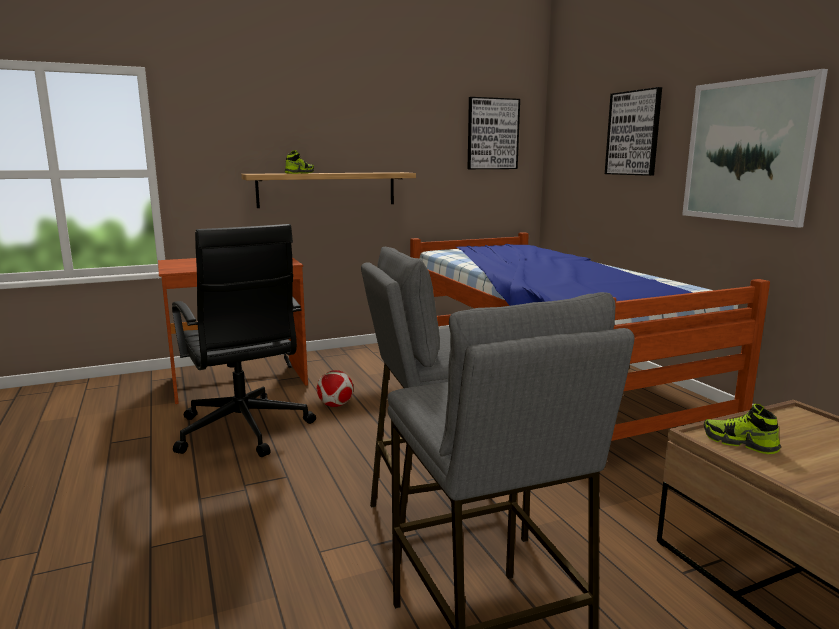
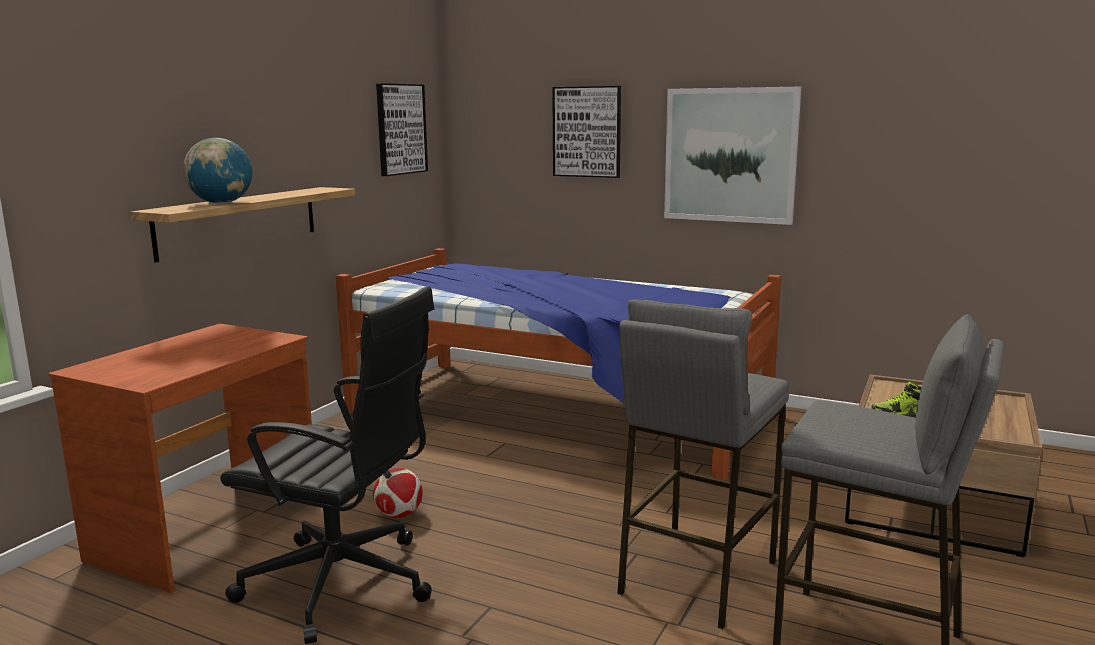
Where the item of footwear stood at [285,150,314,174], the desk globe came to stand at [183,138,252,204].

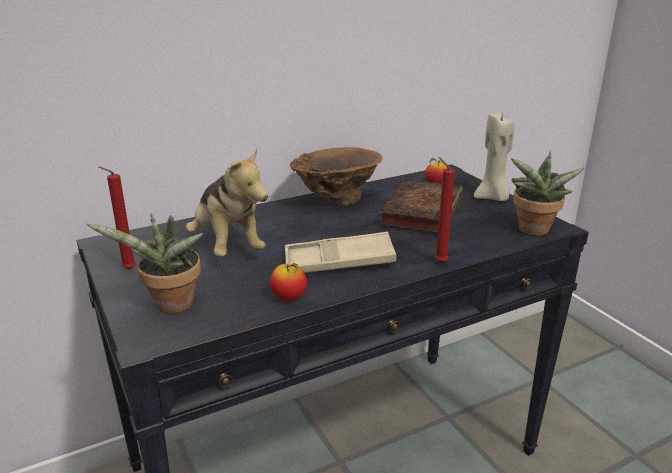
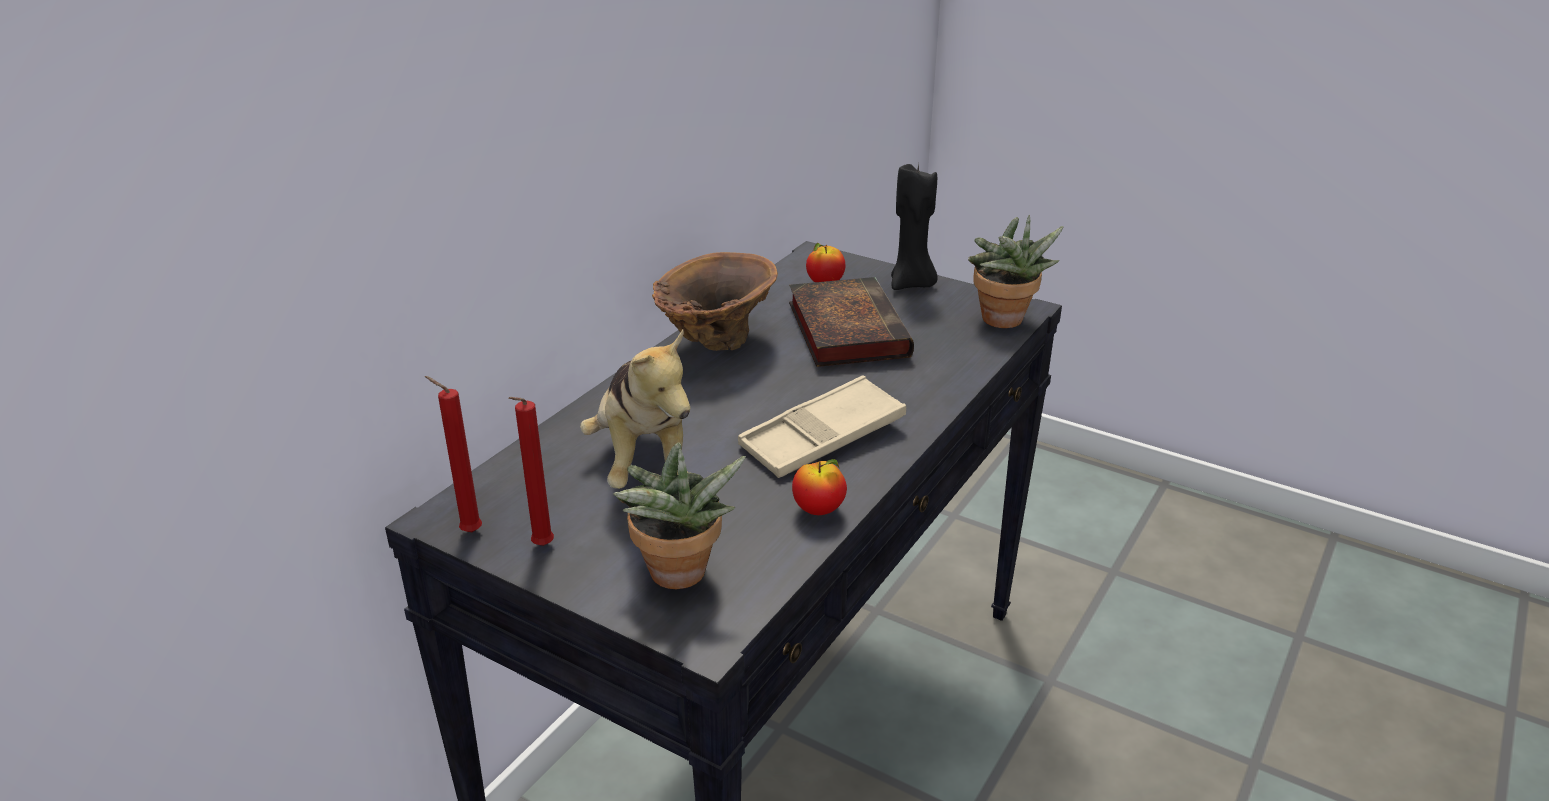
The wax candle in reddish ended up elsewhere, having gone from [435,157,455,263] to [425,376,482,532].
The plush toy at [186,148,268,256] ended up facing another way, 45 degrees clockwise from before.
What was the wax candle in beige at [474,113,514,201] turned into the wax candle in black-coloured at [891,163,938,290].

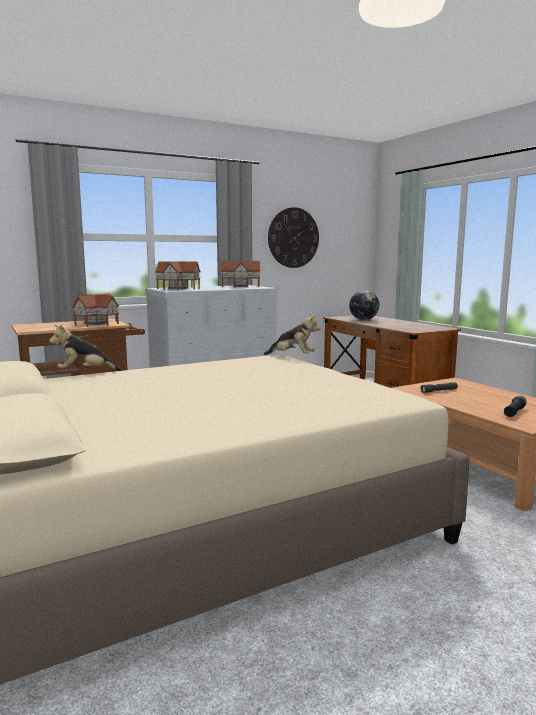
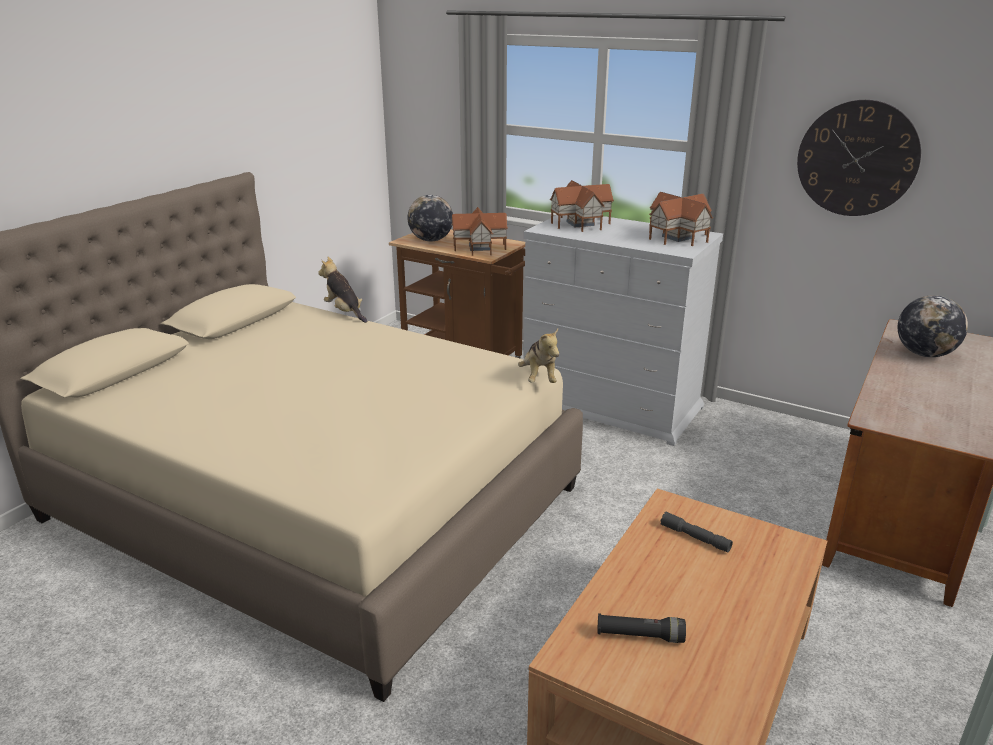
The second view gained the desk globe at [408,195,453,242].

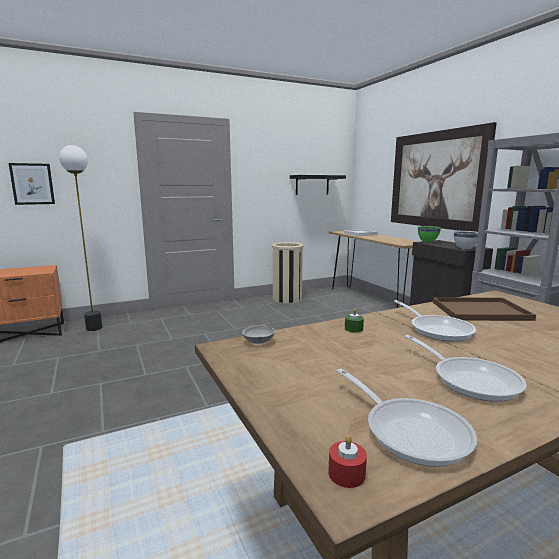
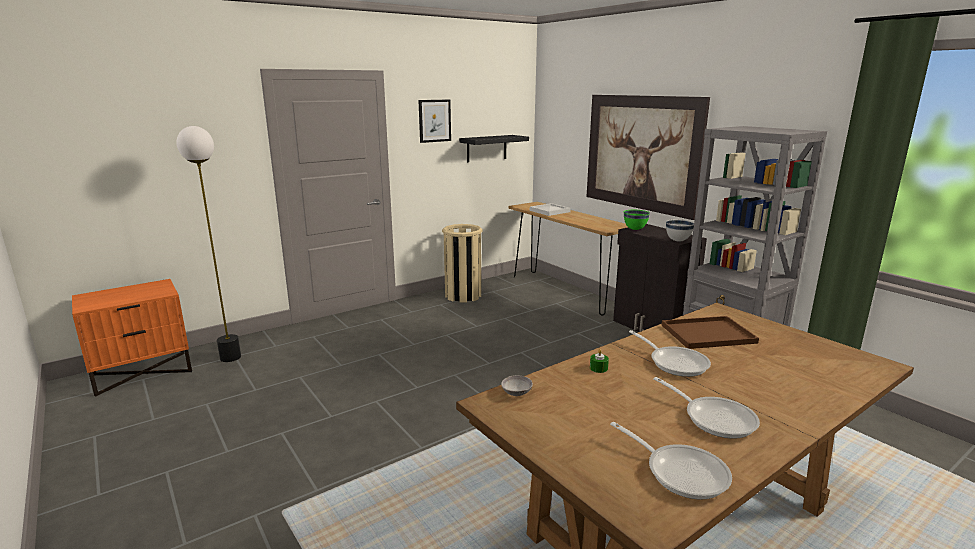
The picture ended up elsewhere, having gone from [9,163,55,205] to [418,99,451,143].
The second view lost the wax candle in reddish at [328,435,367,488].

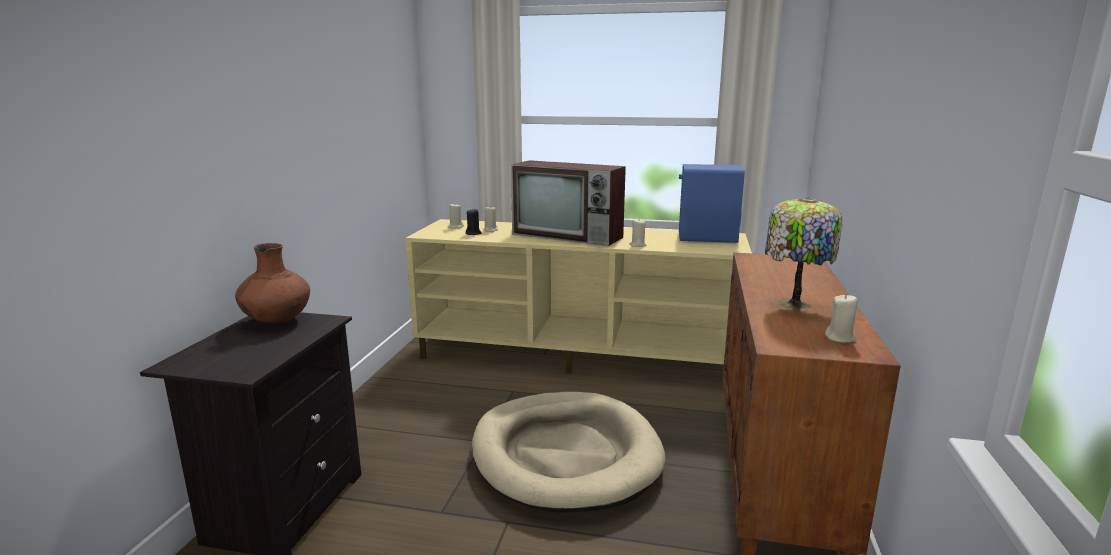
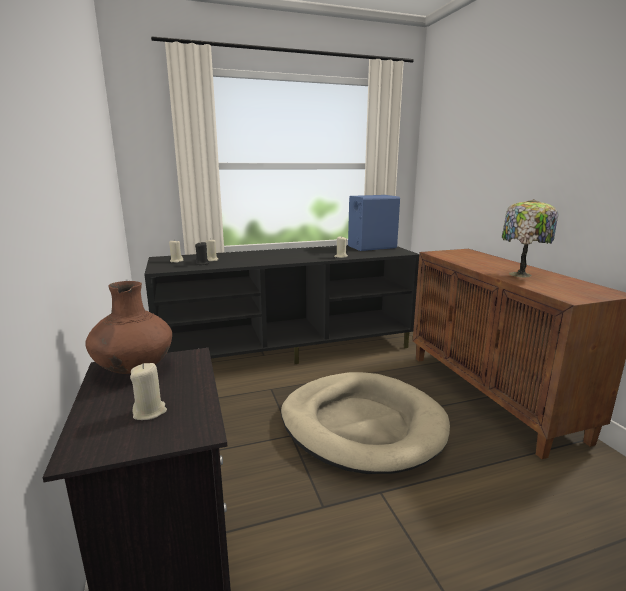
The wax candle in beige ended up elsewhere, having gone from [825,294,857,343] to [130,363,167,420].
What was the tv unit in beige at [405,219,752,373] turned into the tv unit in black-coloured at [144,245,419,364].
The second view lost the TV set at [511,160,626,246].

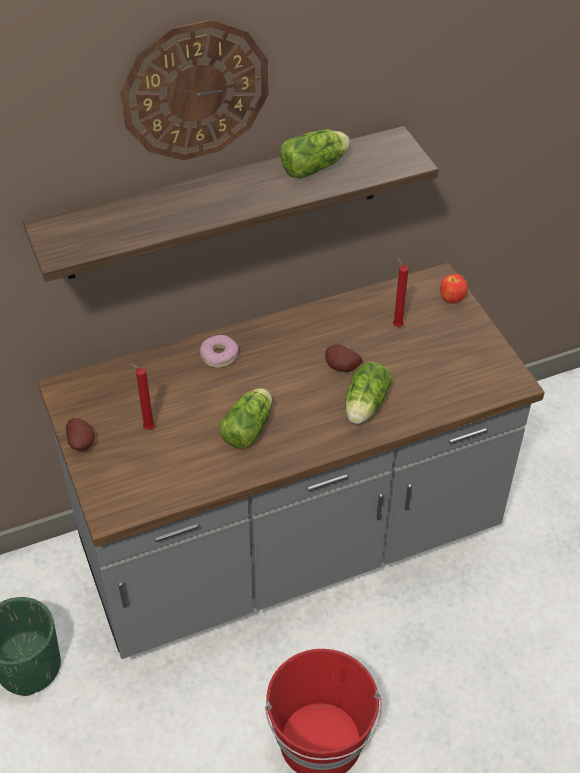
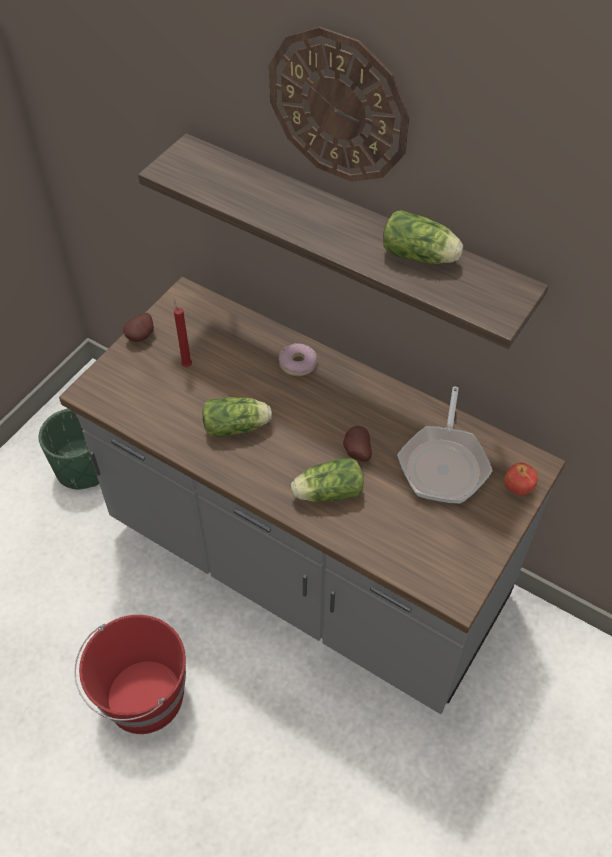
Where the wax candle in reddish stood at [393,257,408,327], the pan came to stand at [397,387,493,504].

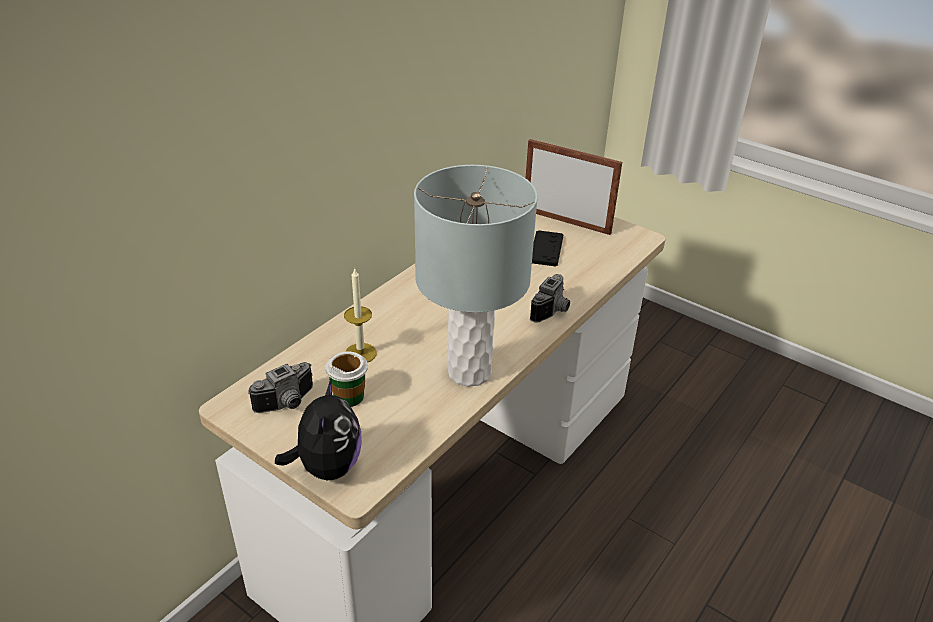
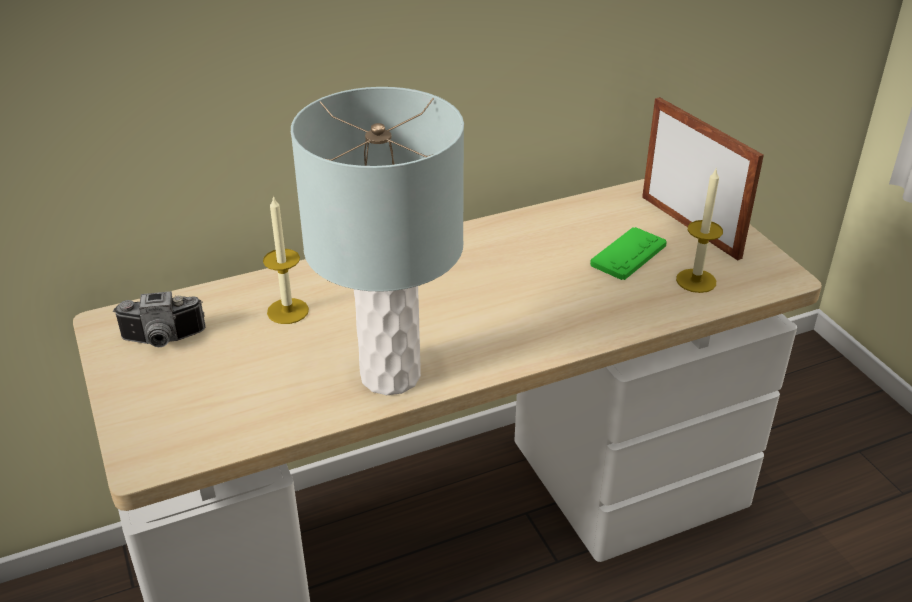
What was the gamepad in black-coloured at [532,230,564,266] turned into the gamepad in green at [590,227,667,280].
The second view gained the wax candle at [676,167,723,293].
The second view lost the plush toy at [275,378,362,481].
The second view lost the small cup at [325,351,368,407].
The second view lost the still camera at [530,274,570,323].

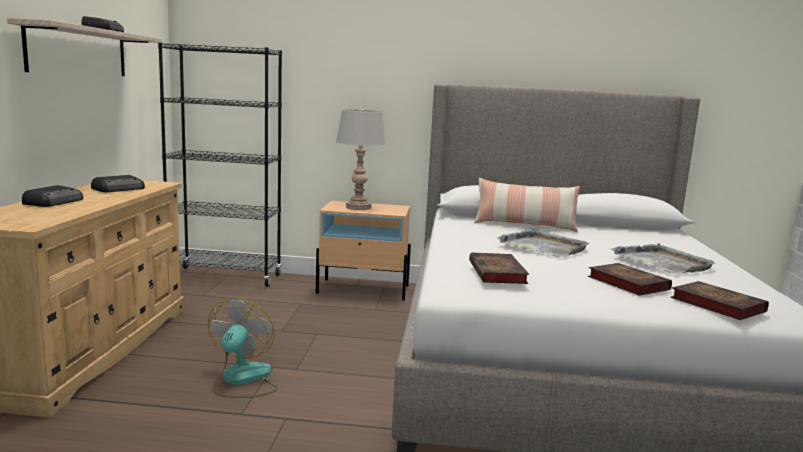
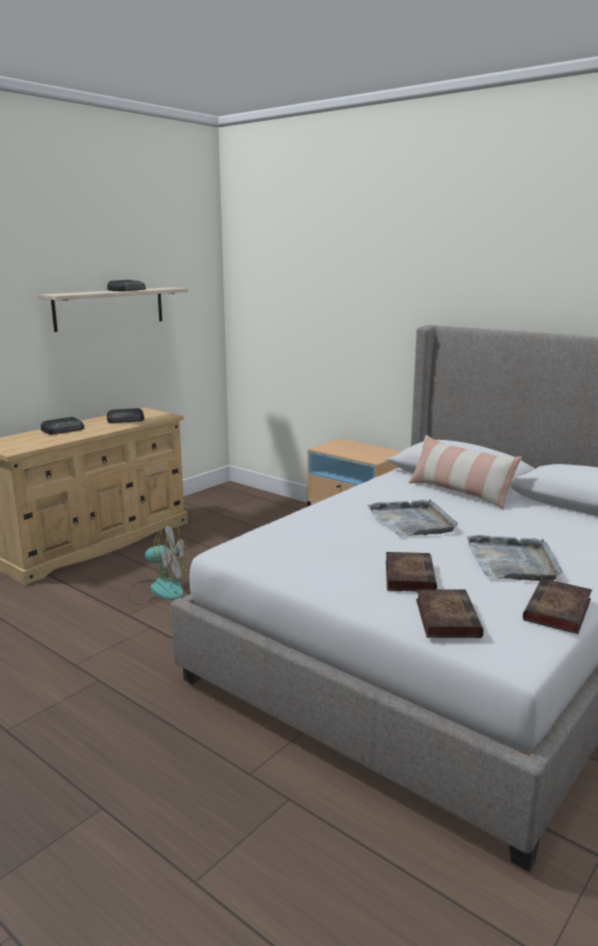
The cooling fan at [208,298,278,398] ended up facing another way, 60 degrees clockwise from before.
The bound book ended up elsewhere, having gone from [469,252,529,284] to [523,578,592,634].
The second view lost the shelving unit in black-coloured at [158,43,282,287].
The second view lost the table lamp in gray at [336,109,386,210].

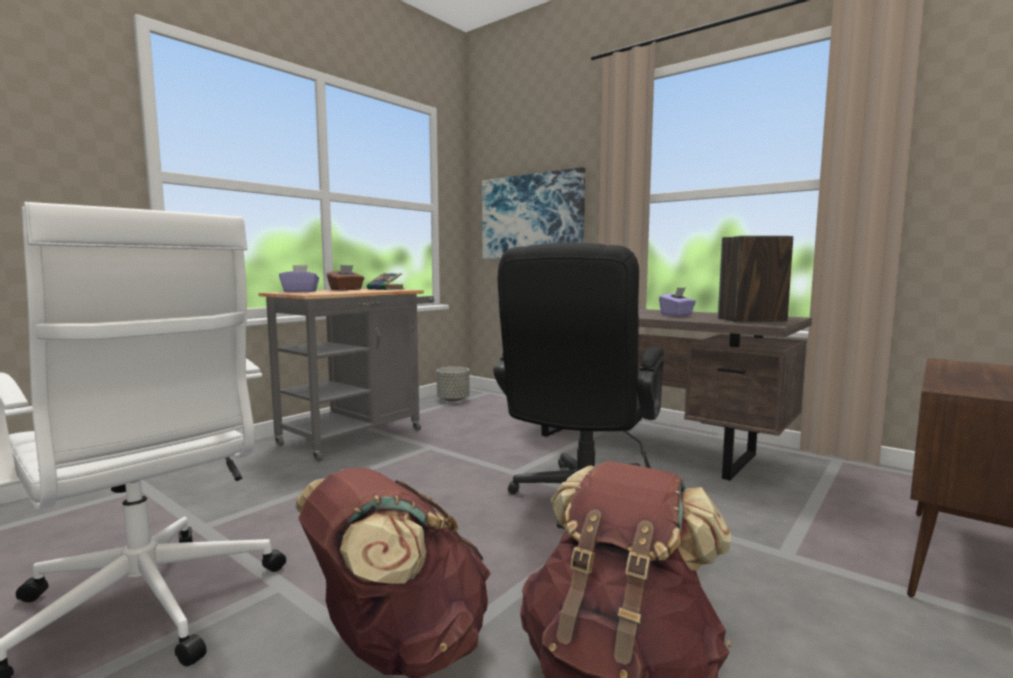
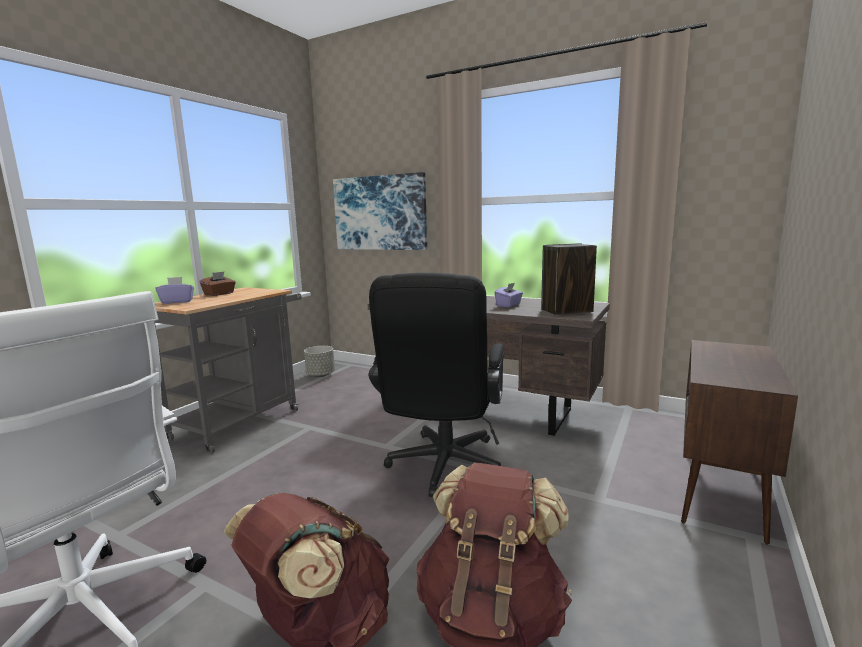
The second view lost the bound book at [367,273,405,290].

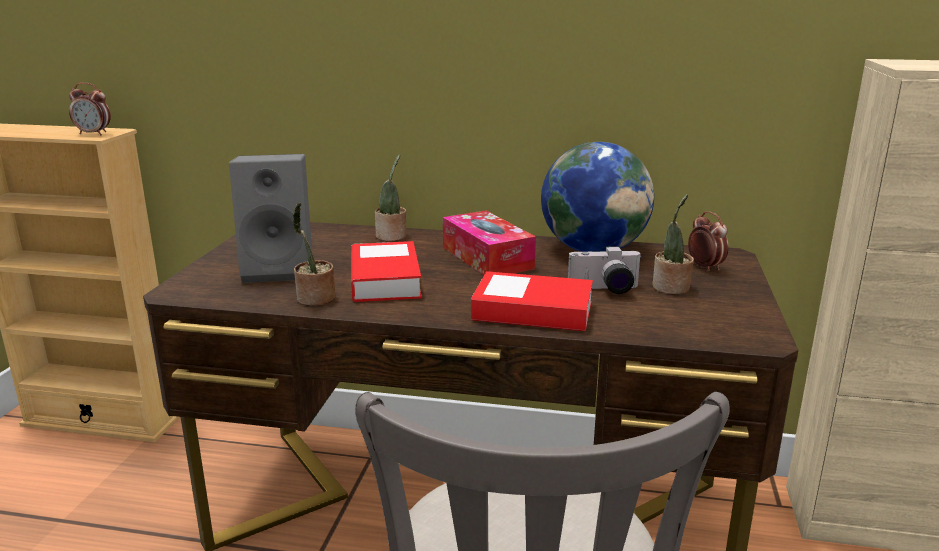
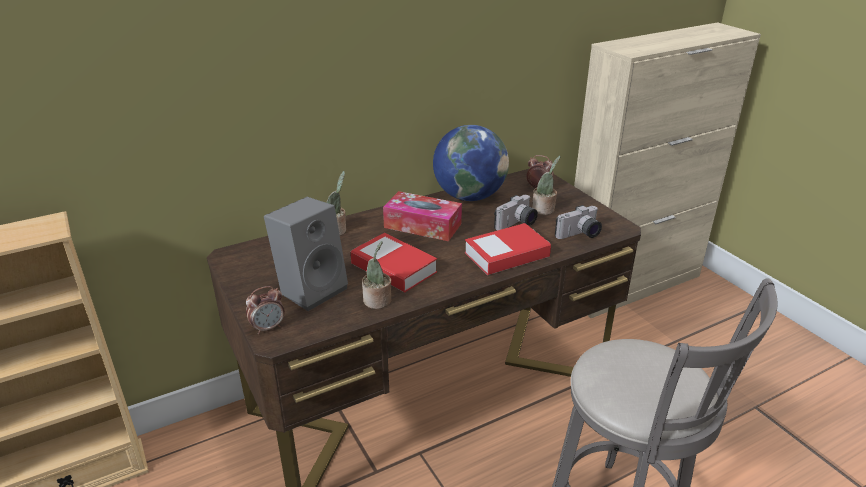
The table clock ended up elsewhere, having gone from [69,83,111,135] to [246,286,285,334].
The second view gained the still camera at [555,205,602,239].

